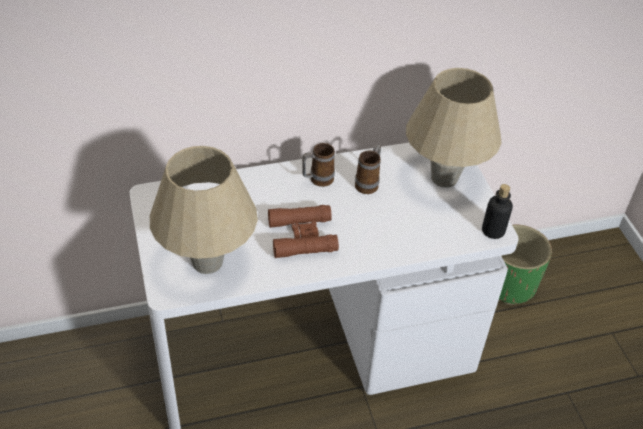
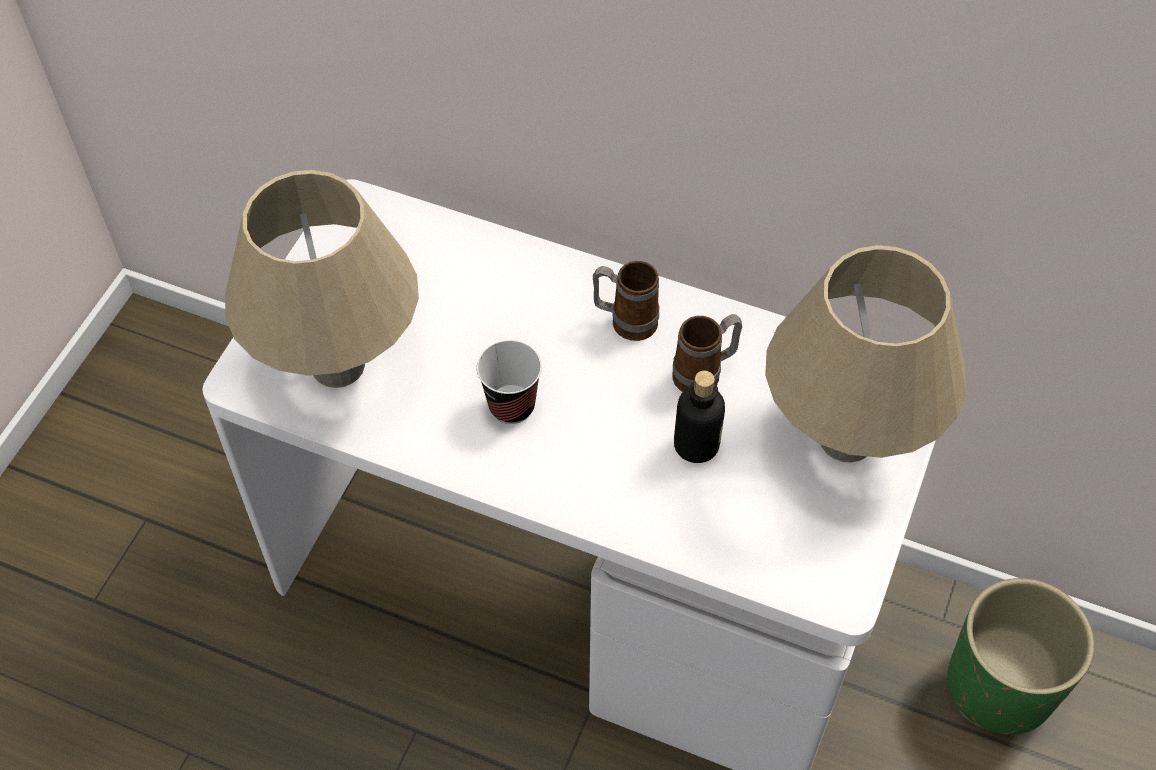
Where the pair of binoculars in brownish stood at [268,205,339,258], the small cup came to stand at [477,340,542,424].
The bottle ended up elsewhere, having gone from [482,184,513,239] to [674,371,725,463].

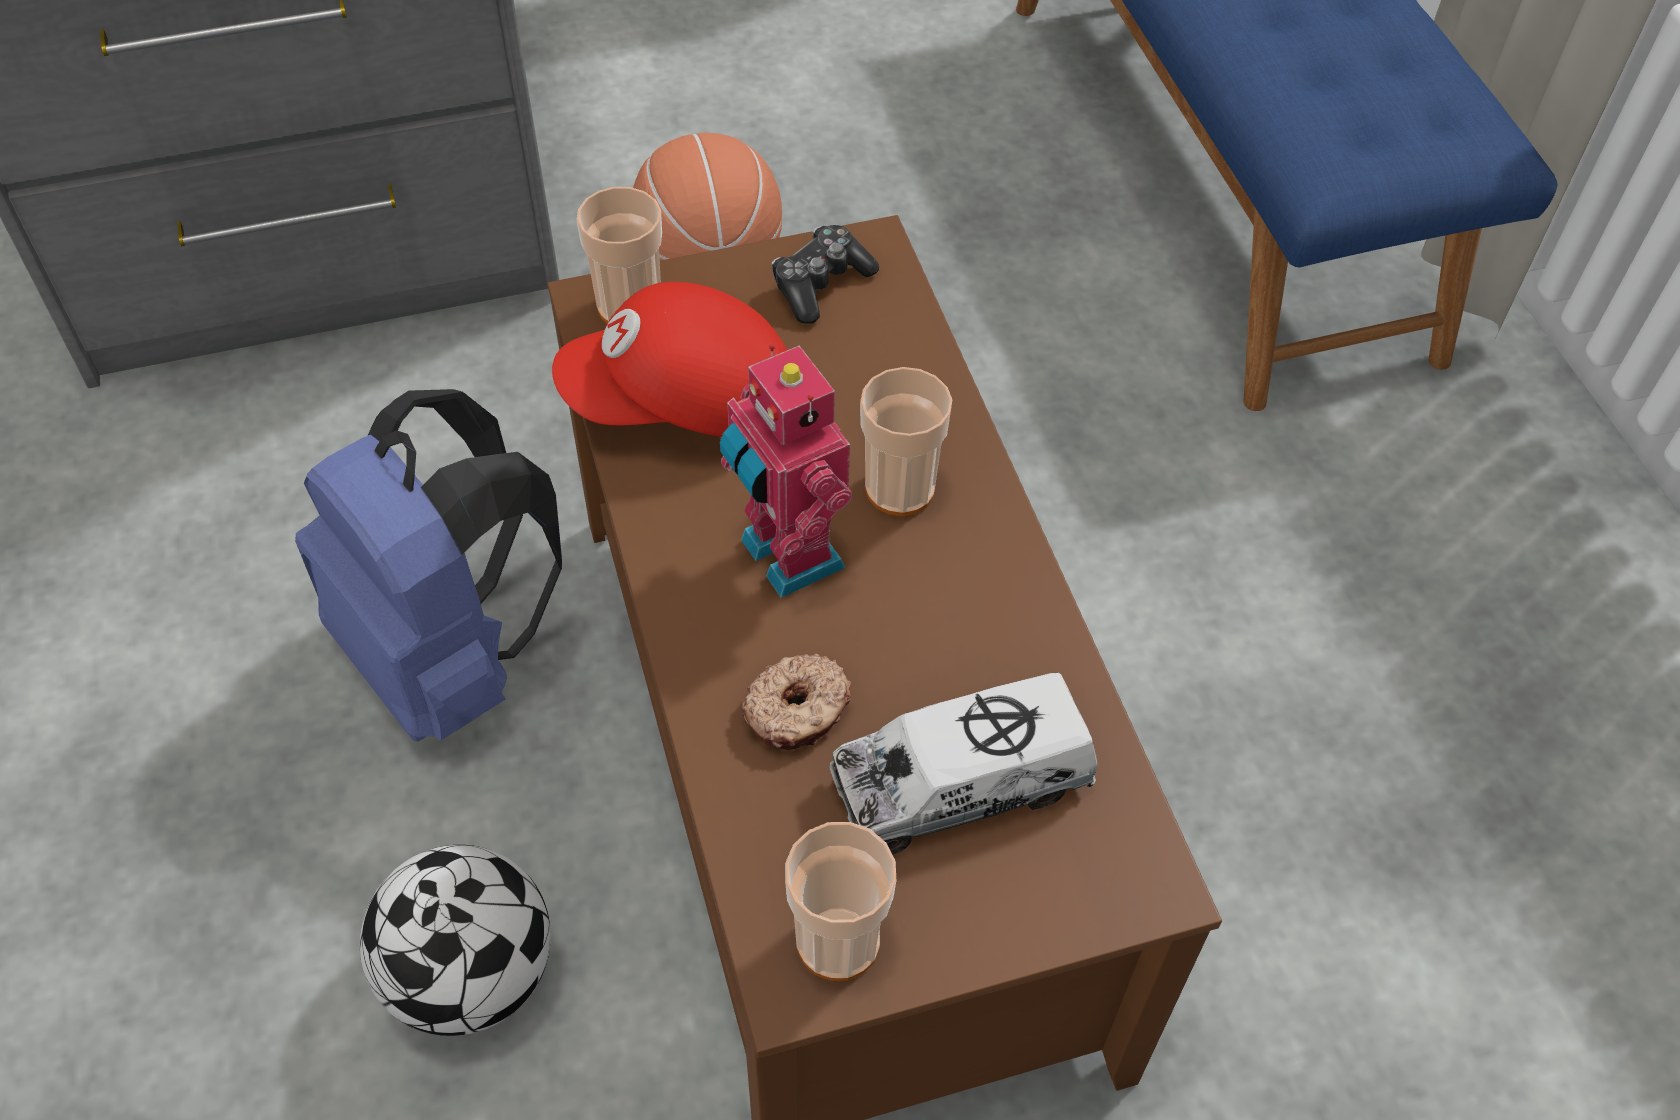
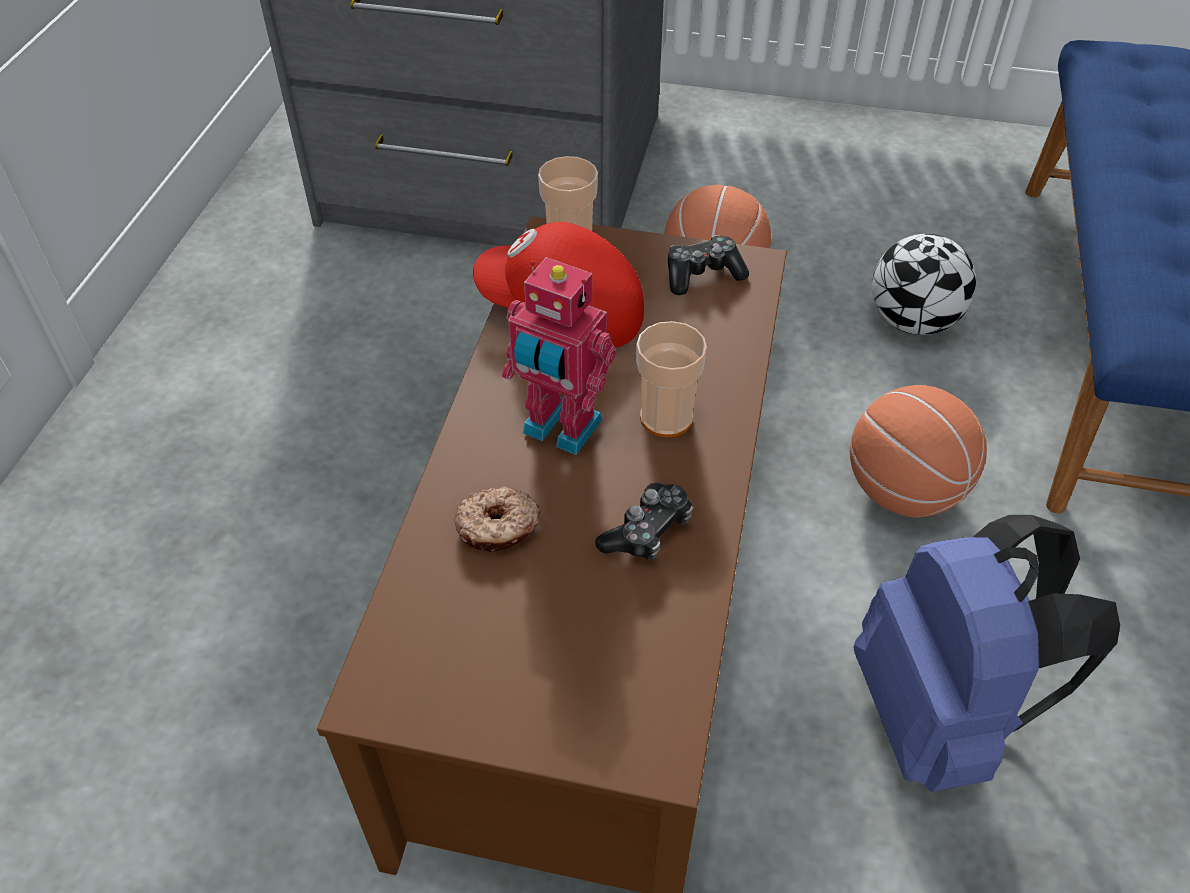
The model robot at [720,344,852,598] ended up facing another way, 60 degrees counterclockwise from before.
The second view gained the gamepad at [595,483,693,560].
The second view gained the basketball at [850,385,987,518].
The rucksack in blue ended up elsewhere, having gone from [295,389,562,741] to [854,515,1120,792].
The football ended up elsewhere, having gone from [360,845,551,1036] to [872,234,976,335].
The second view lost the small cup at [785,822,896,981].
The second view lost the toy lorry at [830,672,1098,855].

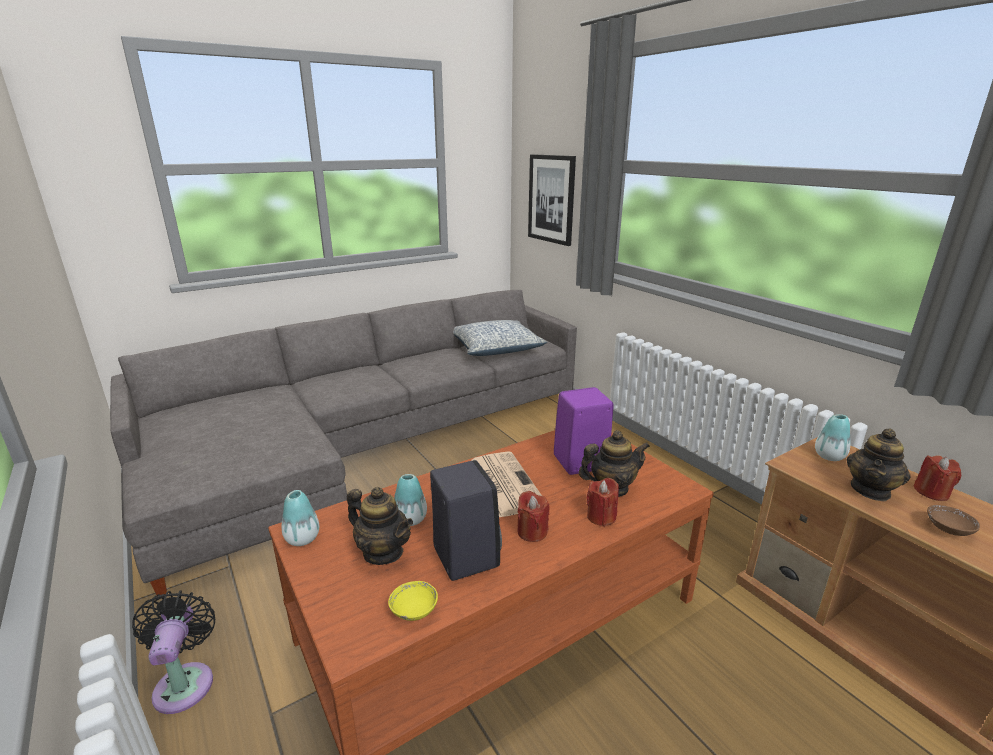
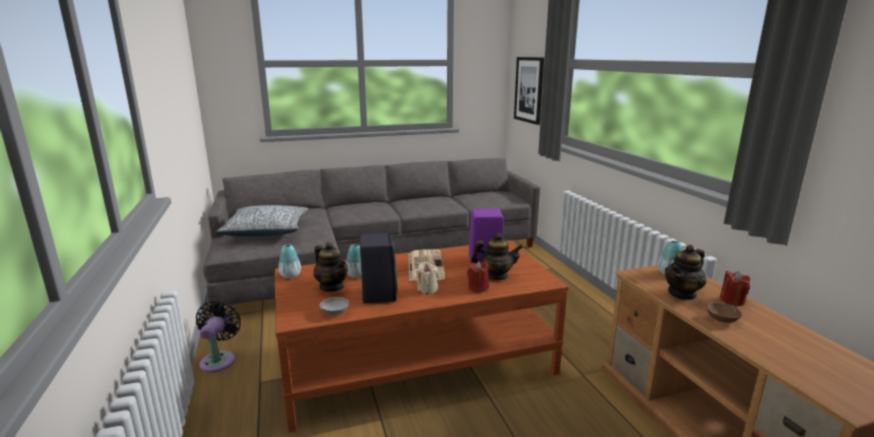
The pillow ended up elsewhere, having gone from [453,320,547,356] to [216,205,308,236].
What was the deep dish in yellow at [388,581,438,621] turned into the deep dish in gray at [319,297,349,315].
What was the wax candle in reddish at [517,491,549,542] turned into the wax candle in beige at [416,262,438,294].

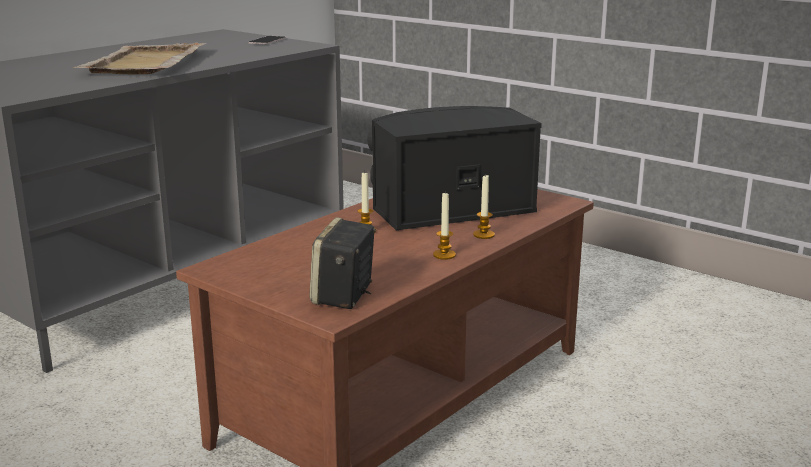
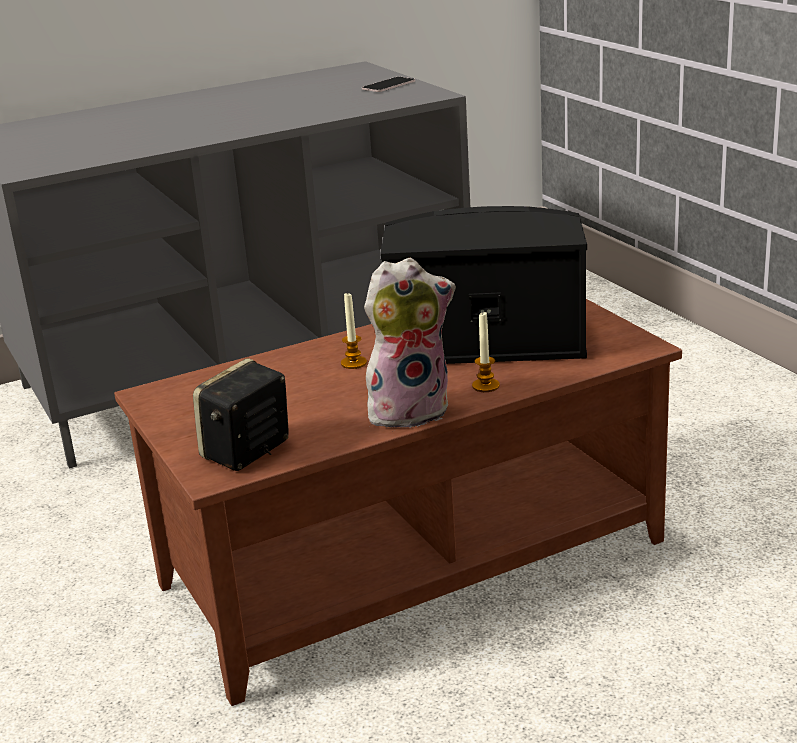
Where the wax candle stood at [433,191,456,260], the plush toy came to stand at [364,258,456,428].
The second view lost the tray in beige at [73,42,206,74].

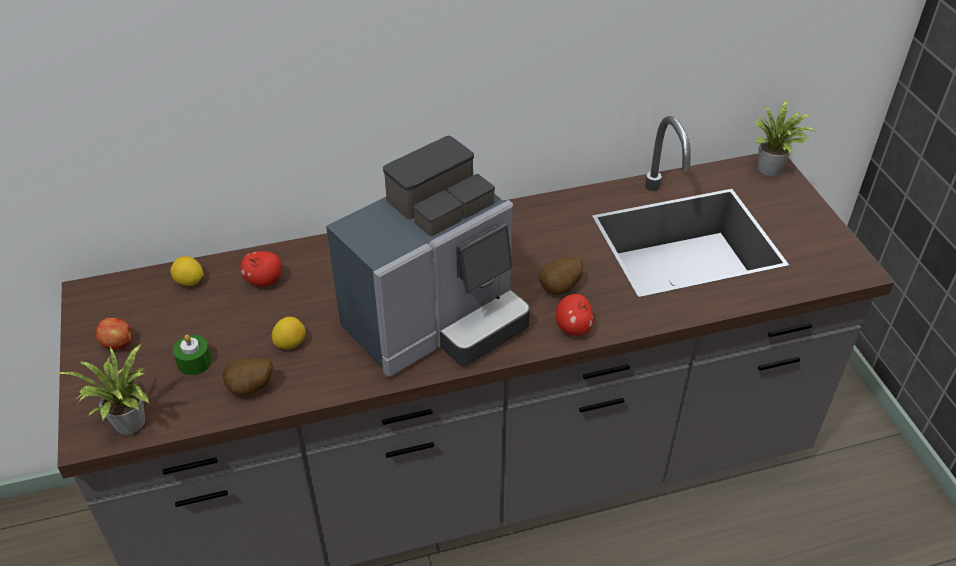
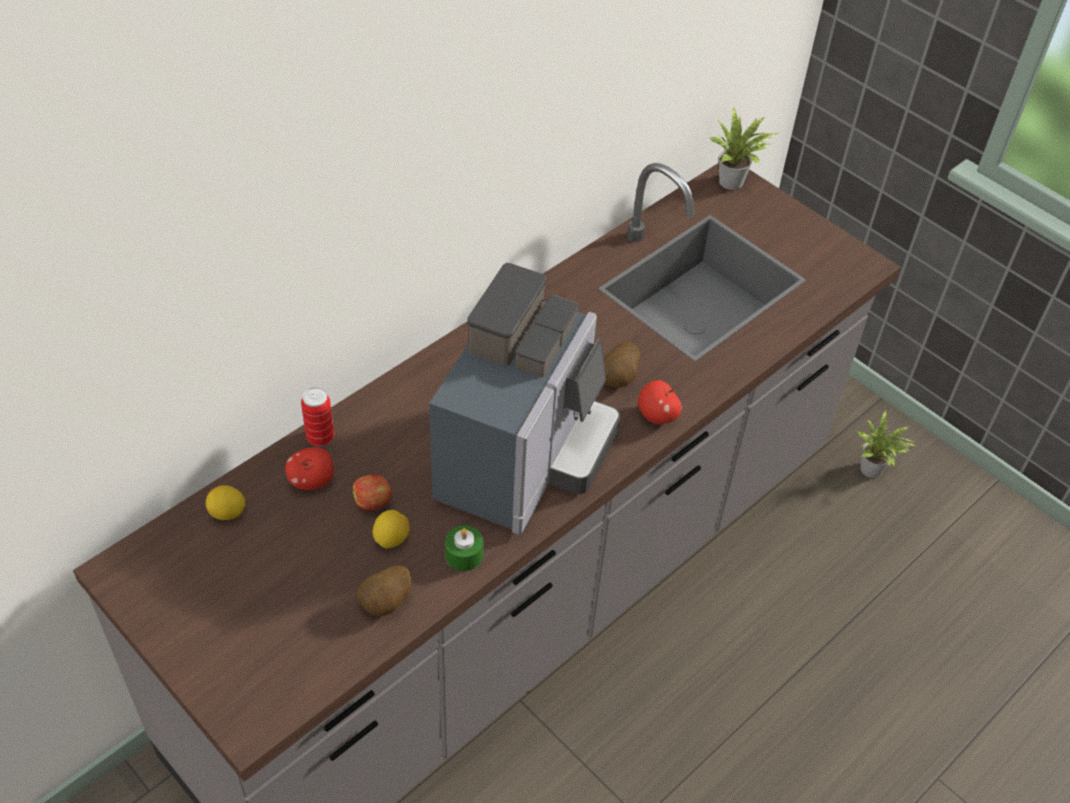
The second view gained the metal can at [301,387,334,446].
The apple ended up elsewhere, having gone from [96,318,131,350] to [353,475,392,510].
The wax candle in green ended up elsewhere, having gone from [173,335,212,375] to [445,525,483,571].
The plant in a pot ended up elsewhere, having gone from [55,343,150,435] to [857,410,917,478].

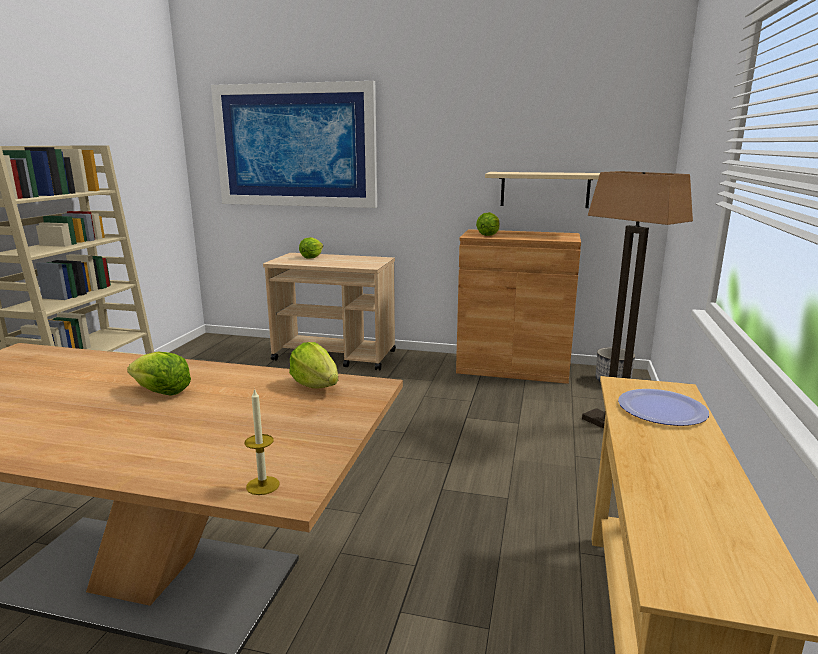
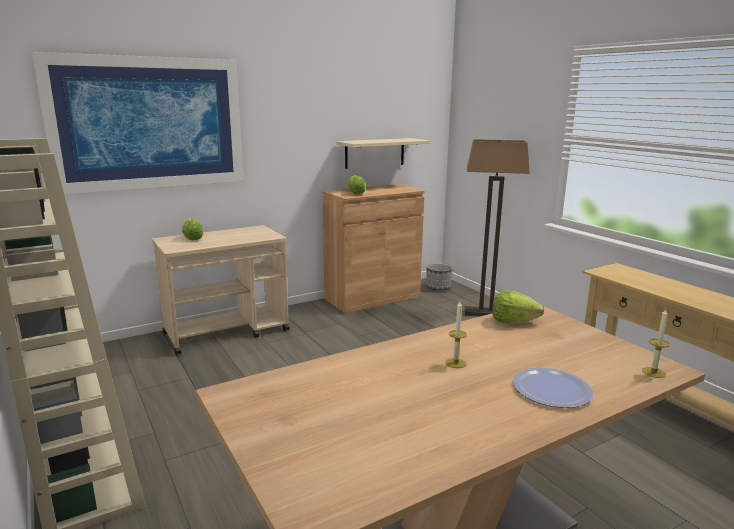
Where the lettuce stood at [127,352,191,396], the wax candle came to stand at [445,301,467,368].
The flat dish ended up elsewhere, having gone from [618,389,709,426] to [513,368,594,408].

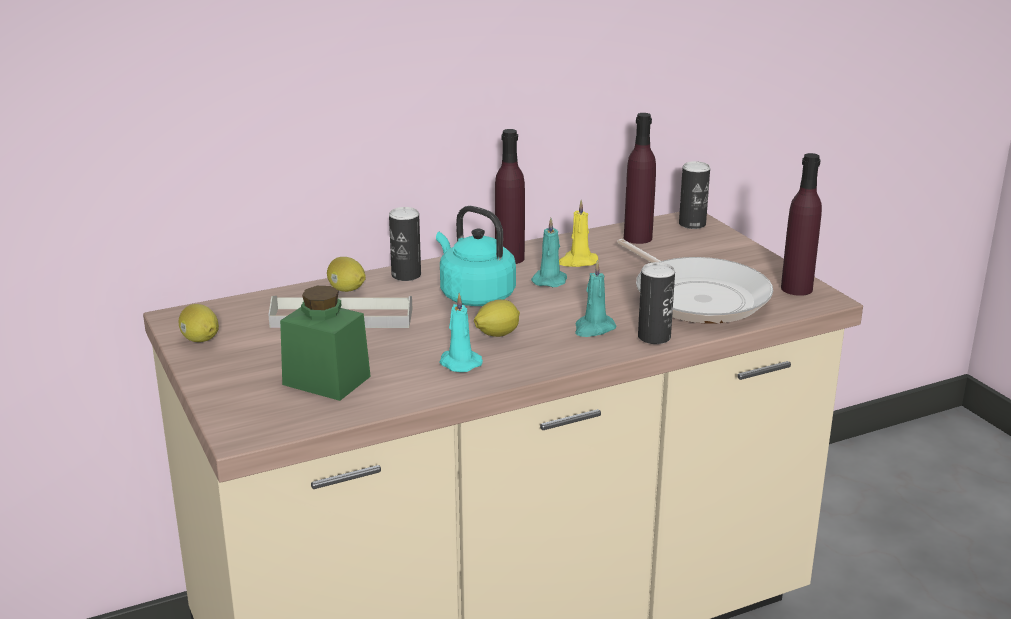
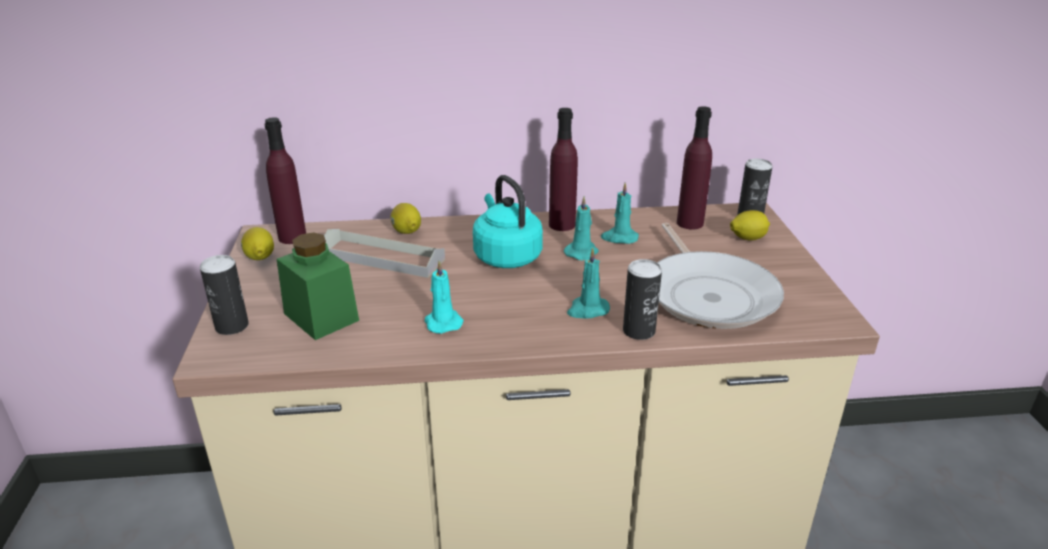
The metal can ended up elsewhere, having gone from [389,207,421,281] to [200,255,249,335].
The bottle in purple-coloured ended up elsewhere, having gone from [781,153,822,296] to [265,117,306,244].
What was the wax candle in yellow at [559,200,598,267] turned into the wax candle in turquoise at [601,182,639,244].
The lemon ended up elsewhere, having gone from [474,299,520,337] to [730,210,770,241].

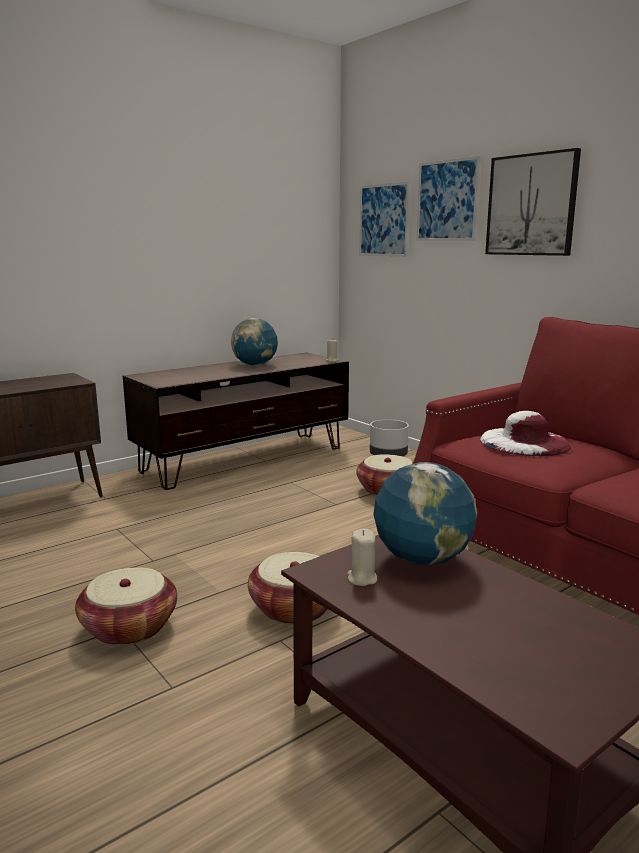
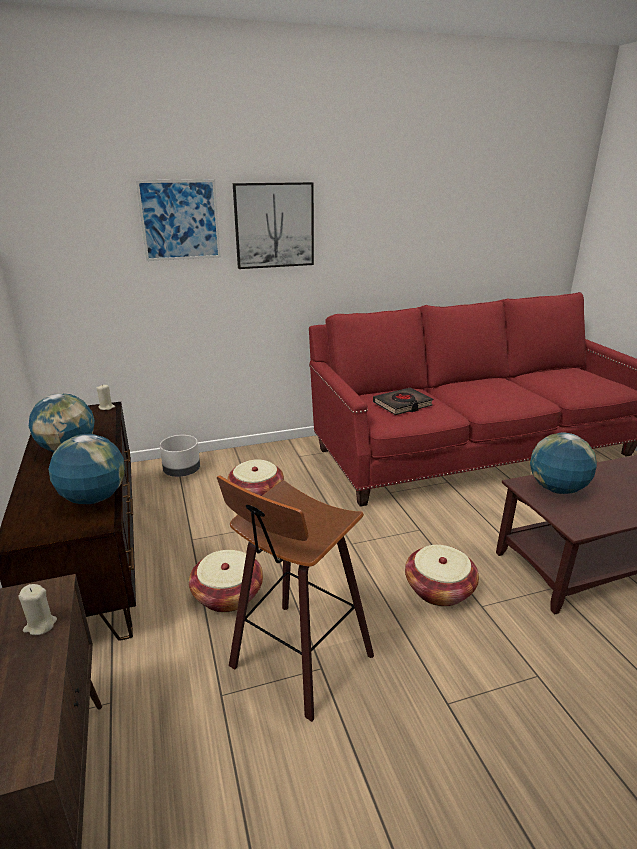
The wax candle in beige ended up elsewhere, having gone from [347,529,377,586] to [19,584,57,635].
The second view gained the desk globe at [49,434,125,504].
The basket ended up elsewhere, having gone from [75,567,177,646] to [189,550,263,613].
The second view gained the stool seat at [217,475,374,722].
Where the clothing hat in whitish stood at [480,411,572,456], the bound book in black-coloured came to stand at [373,387,433,415].
The second view lost the picture at [359,181,410,257].

